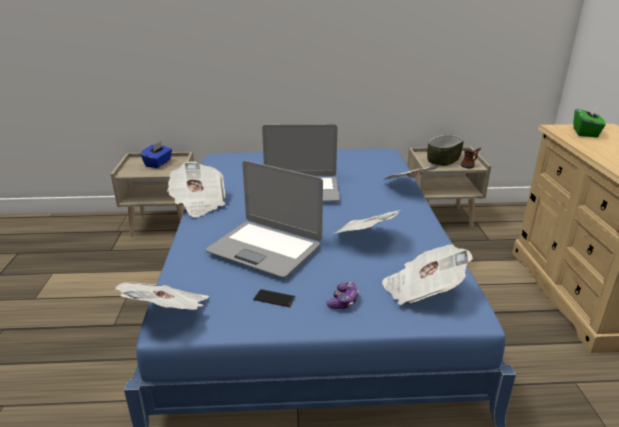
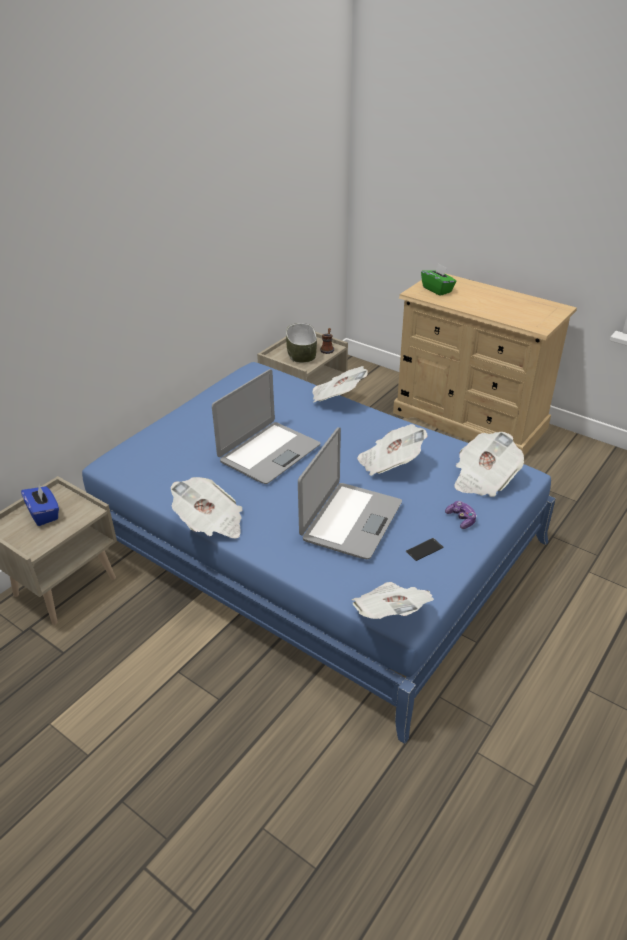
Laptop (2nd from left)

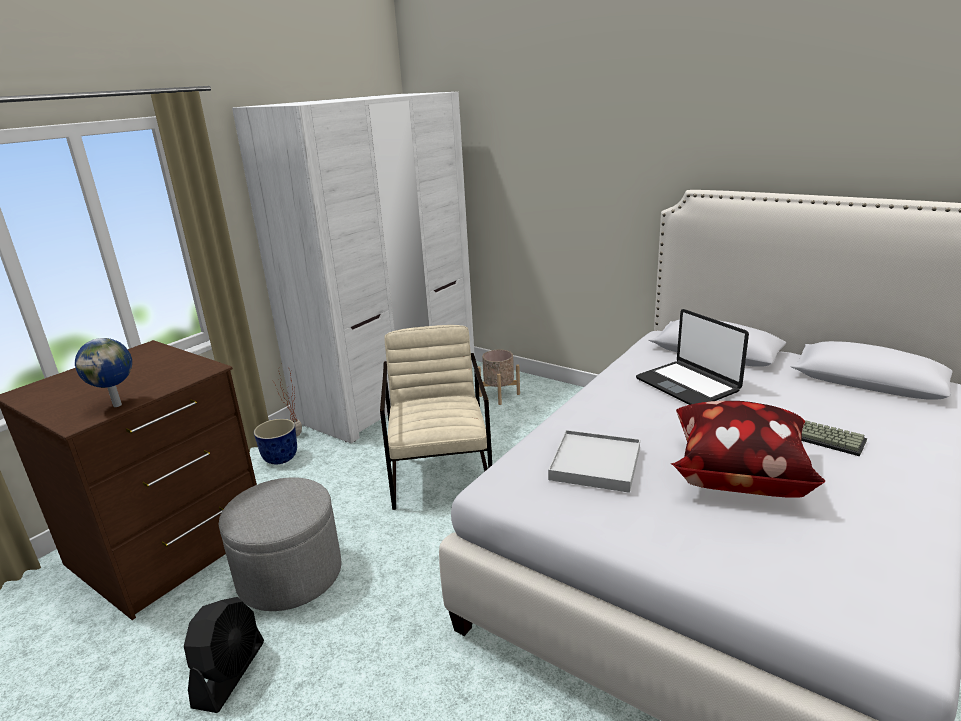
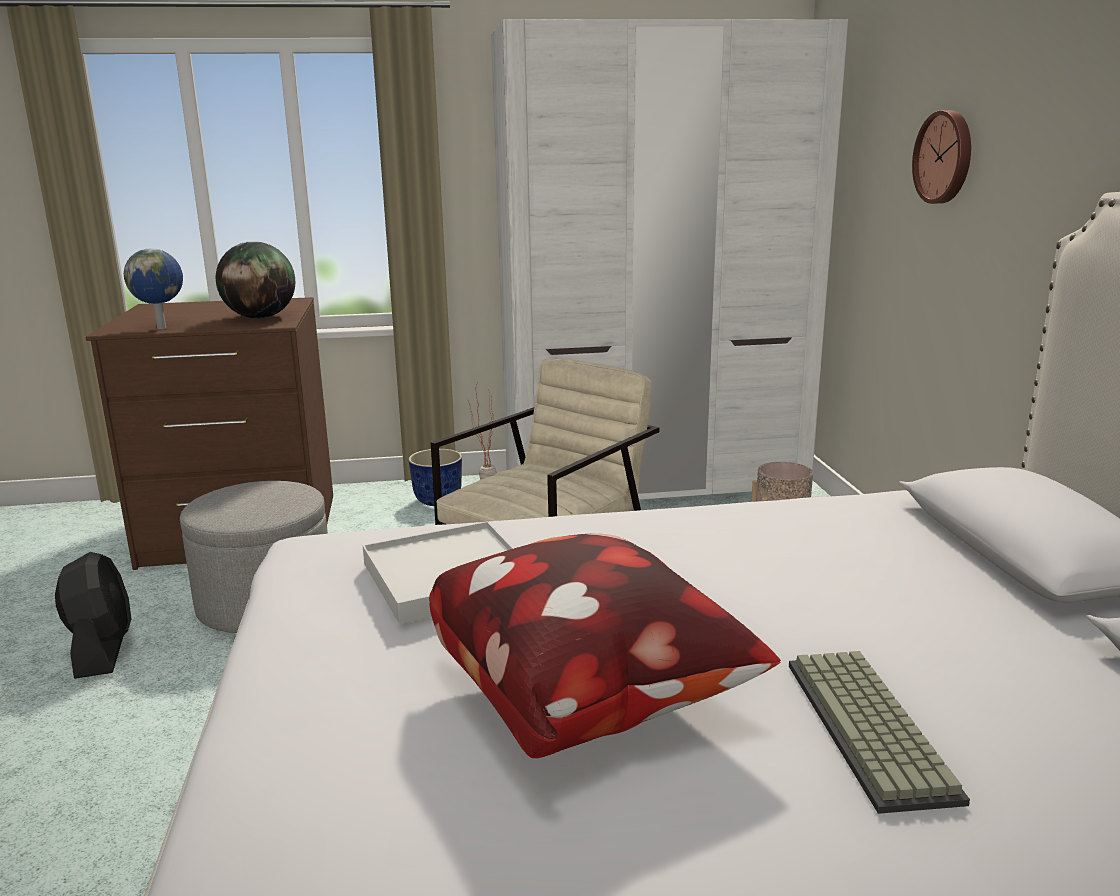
BlackFan
Laptop
Globe (2nd from left)
WallClock

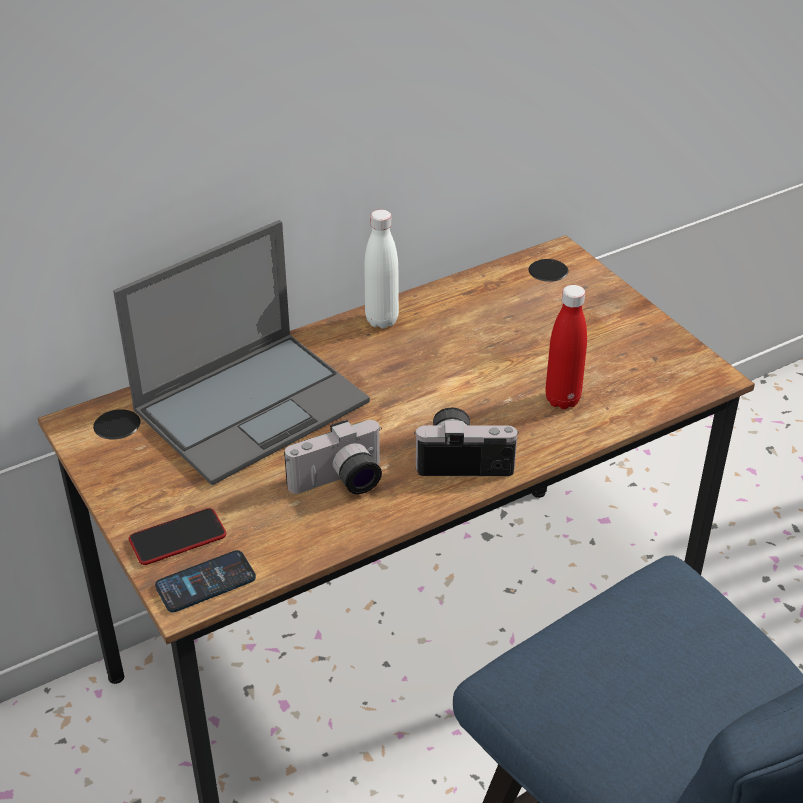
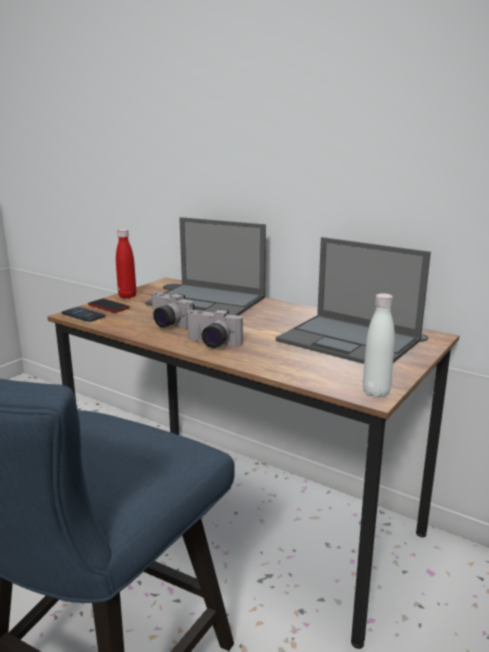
WhiteBottle
PhotoCamera (2nd from left)
RedBottle
Laptop (2nd from left)

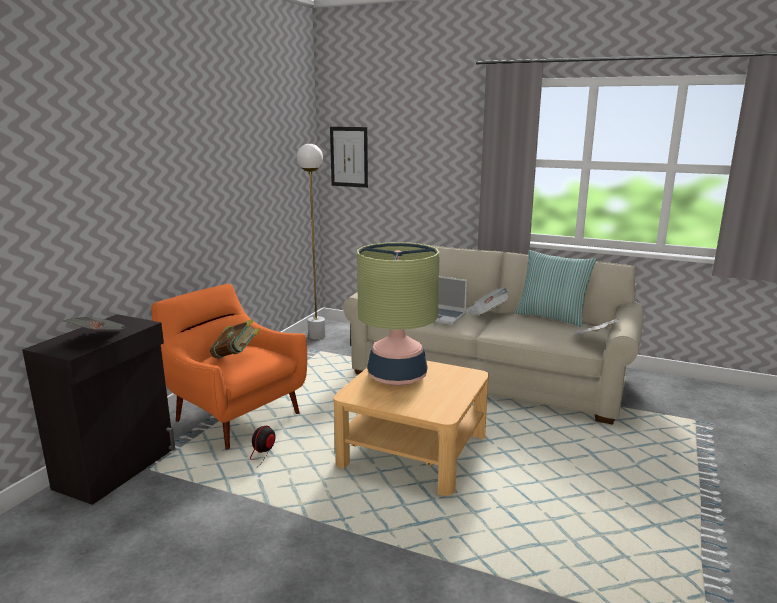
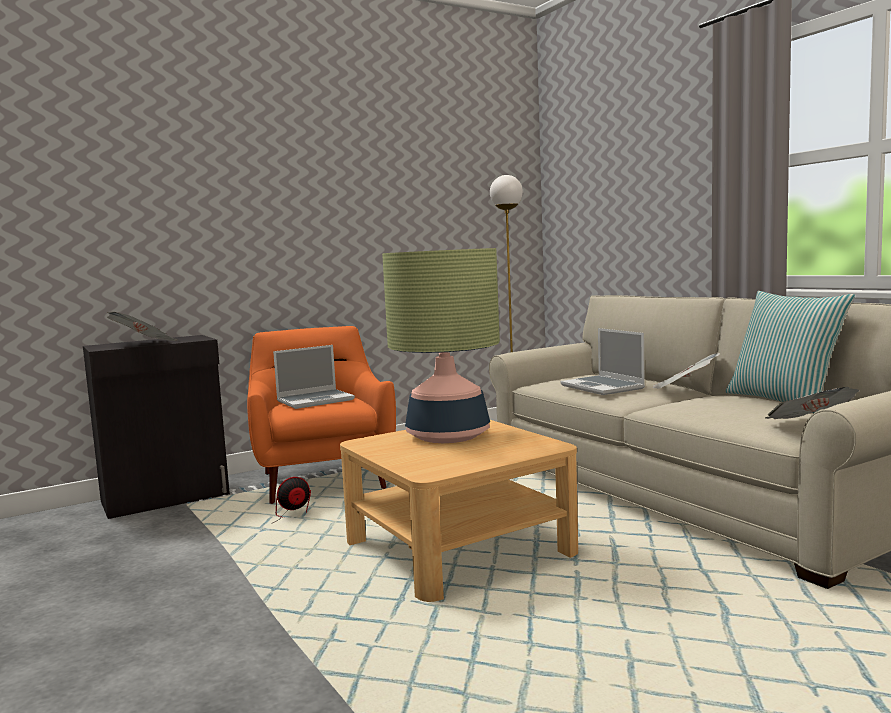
Laptop (1st from left)
Picture

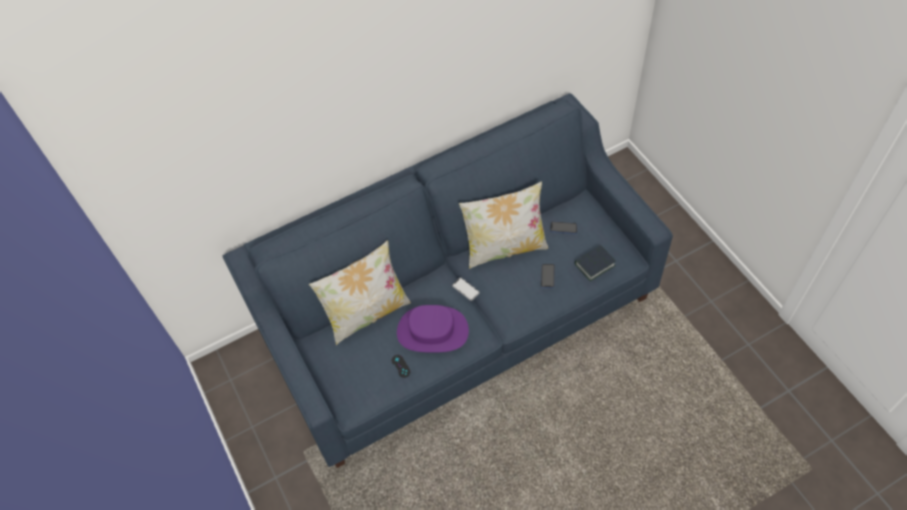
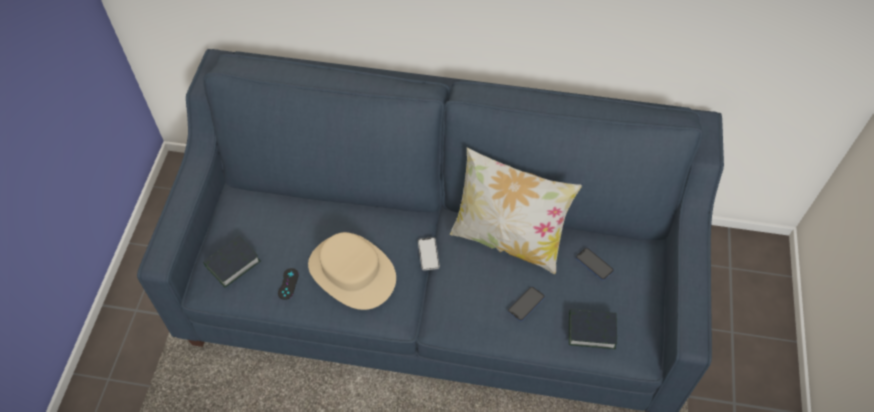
Pillow (1st from left in the first image)
BeigeHat
Book (1st from left)

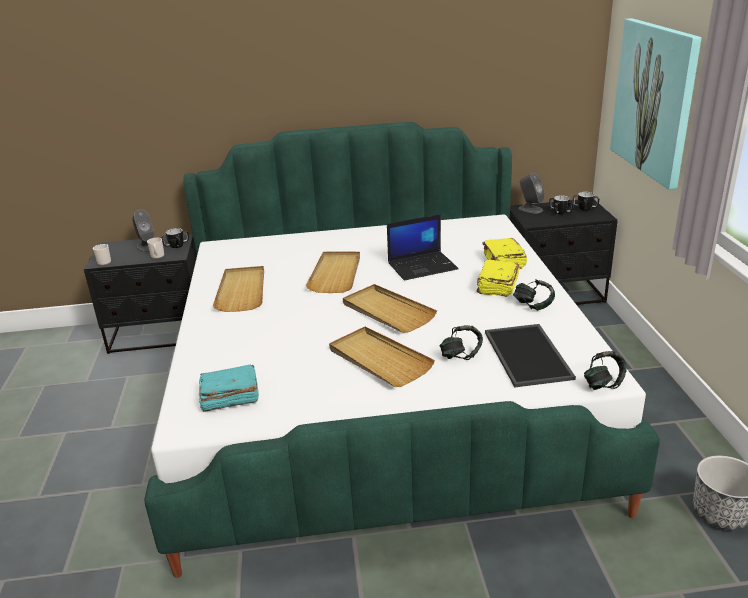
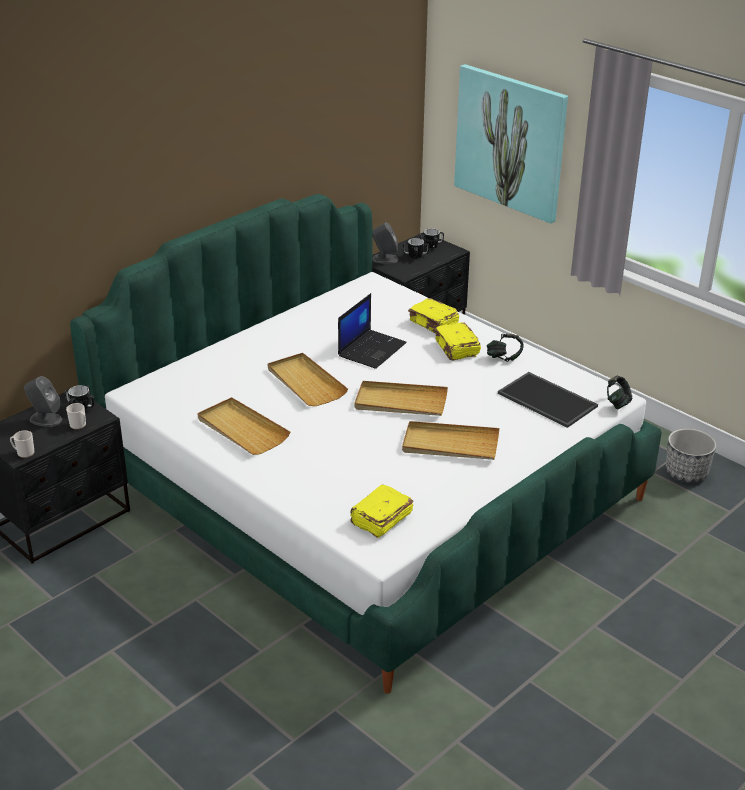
YellowBook (1st from left)
Headphones (1st from left in the first image)

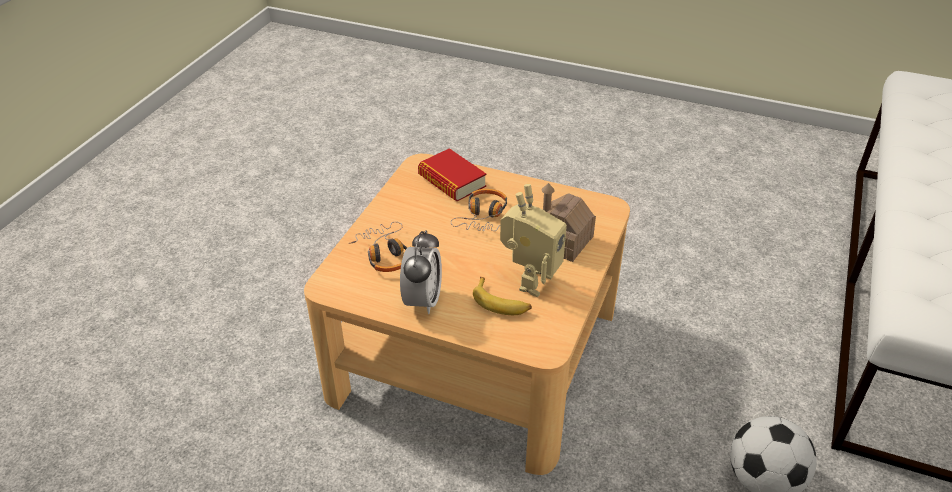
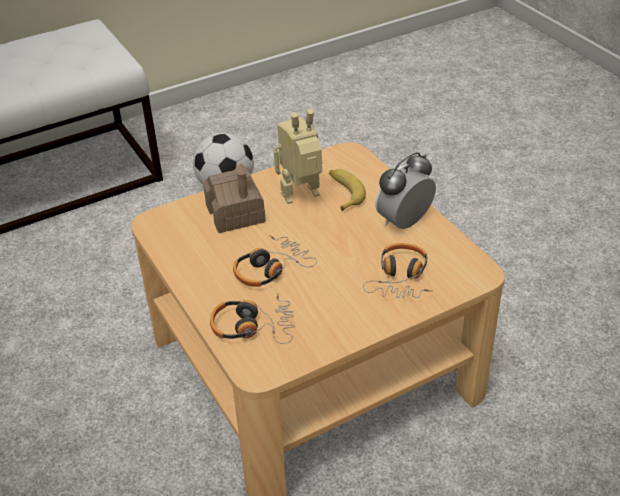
Headphones (1st from left)

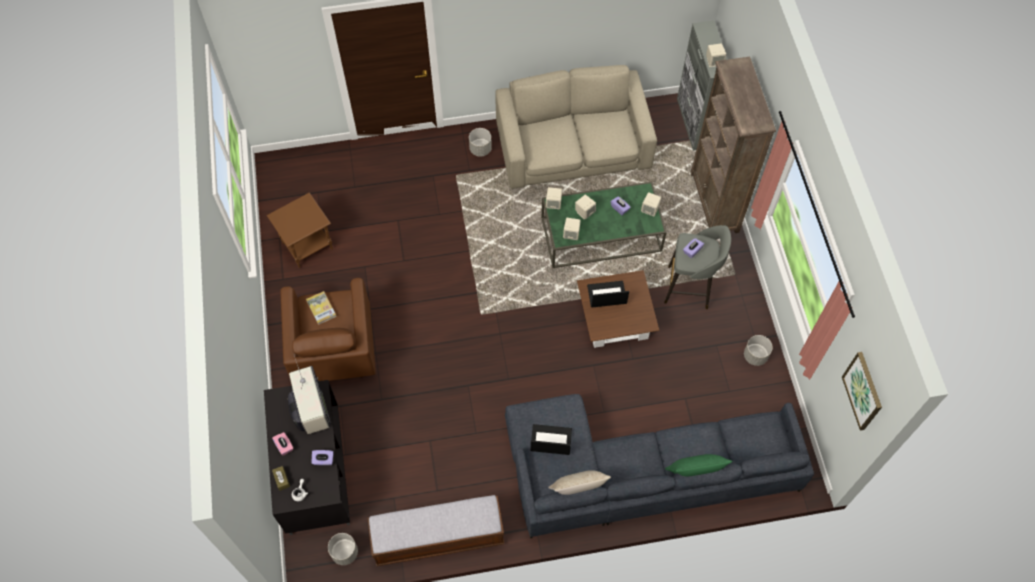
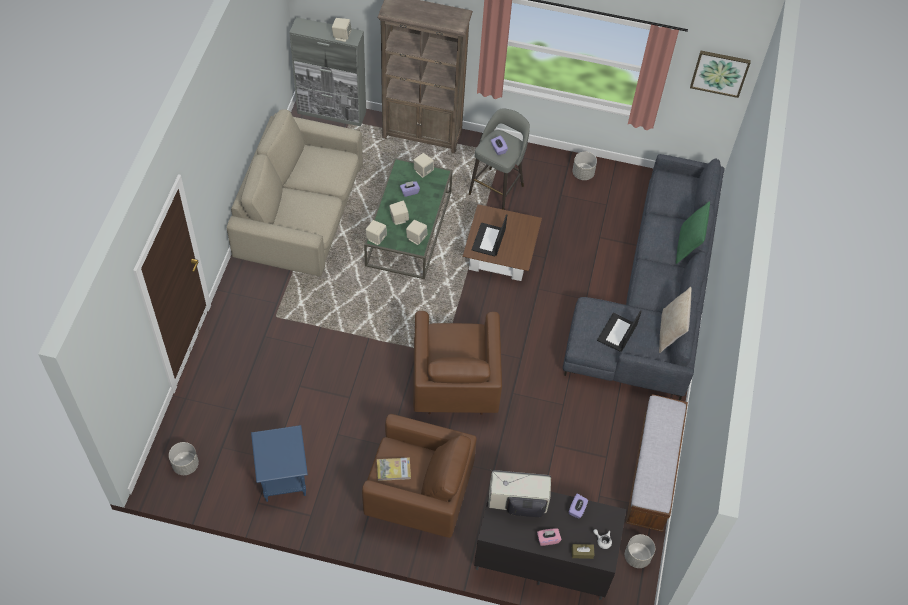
BlueSideTable
GreyPlanter (1st from left)
BrownArmchair (2nd from left)

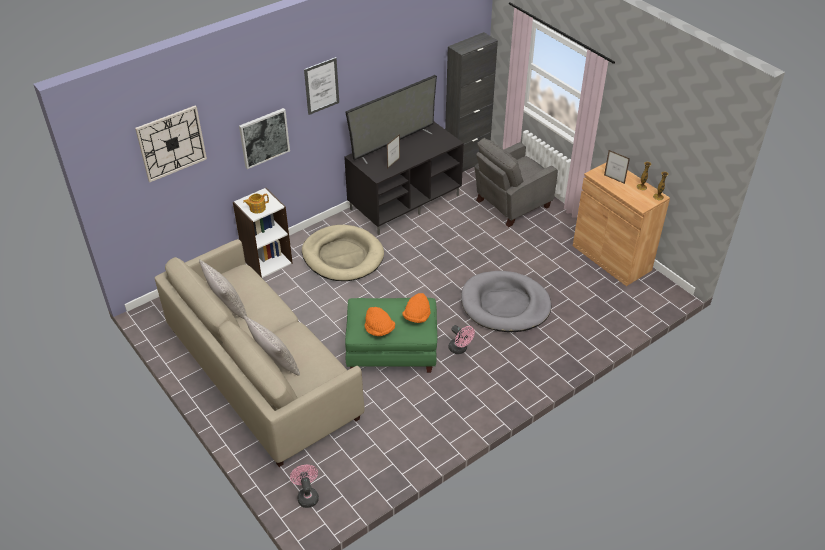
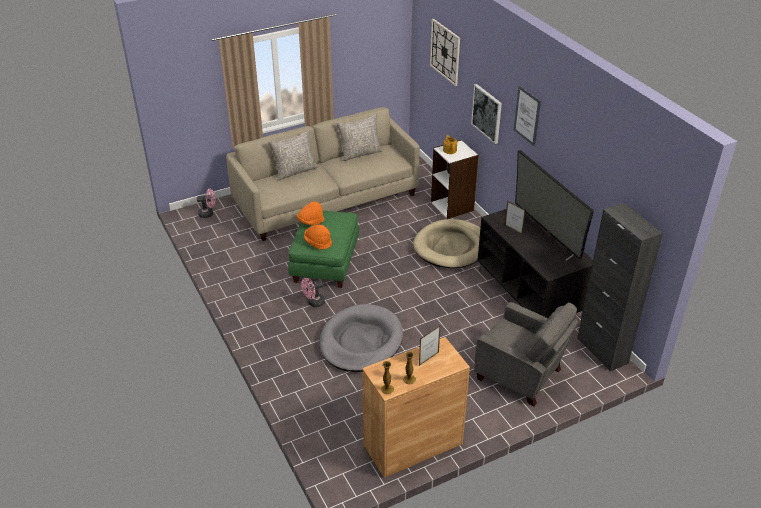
GreyArmchair

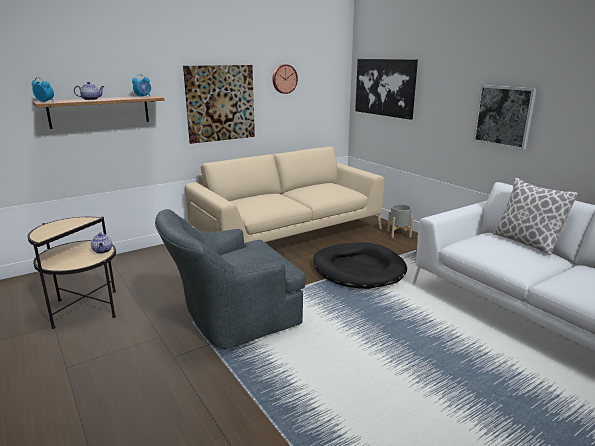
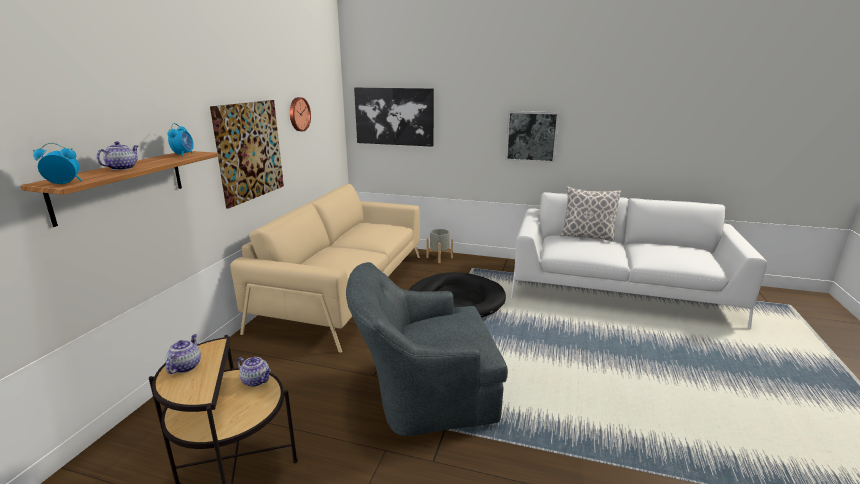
GreyArmchair
Teapot (2nd from left)

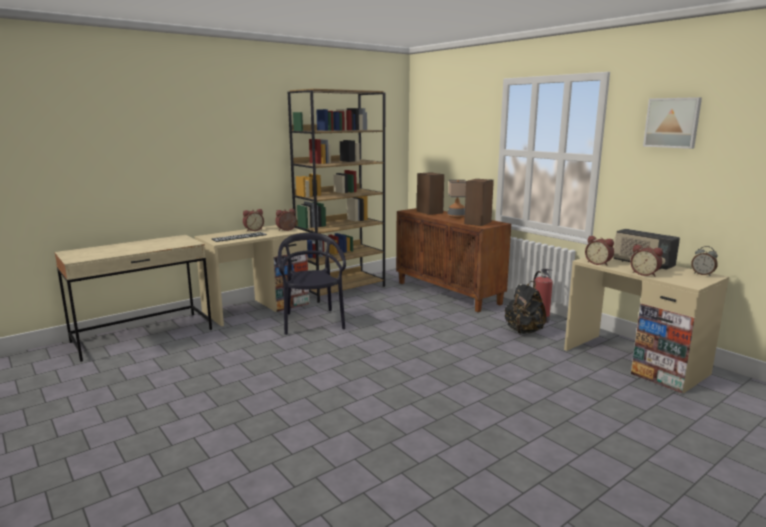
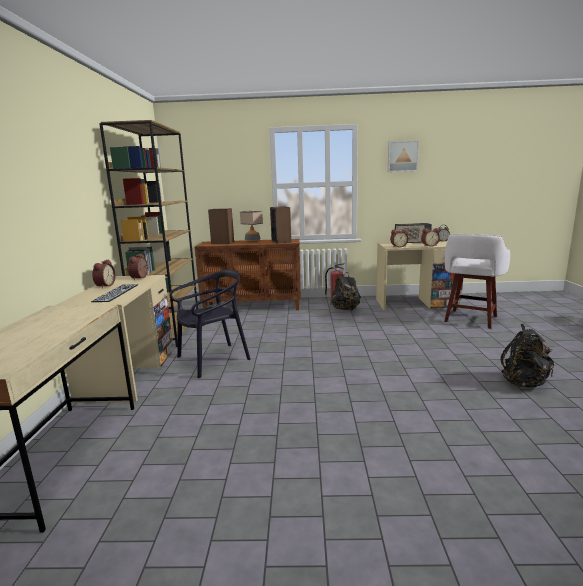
BlackChair
WhiteStool
BlackBackpack (2nd from left)

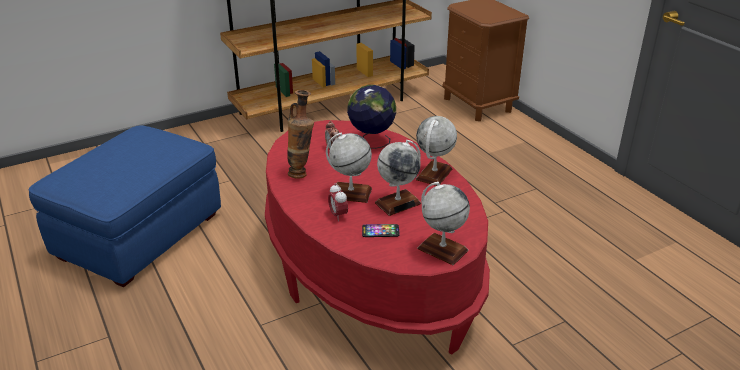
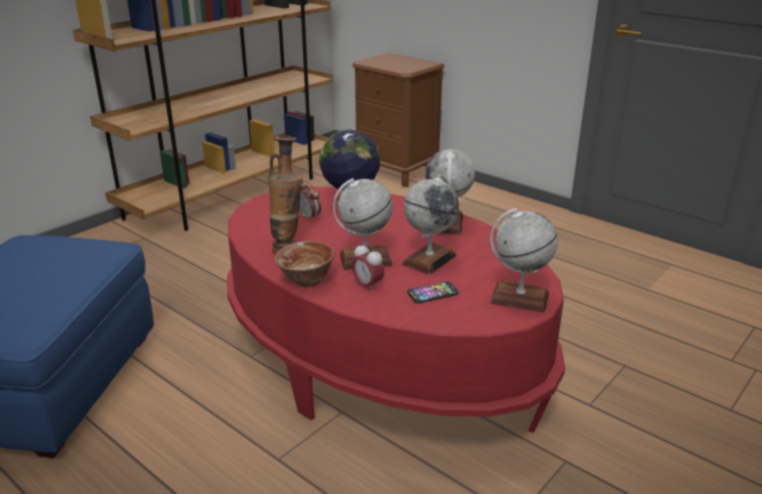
Bowl

